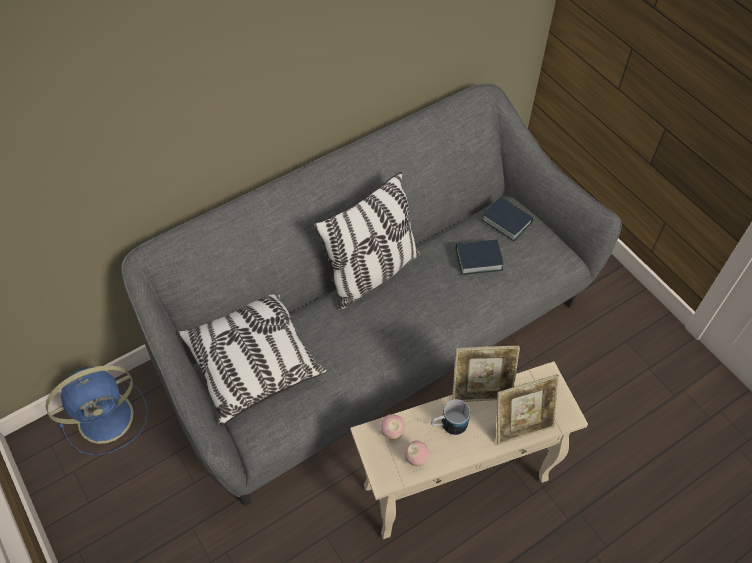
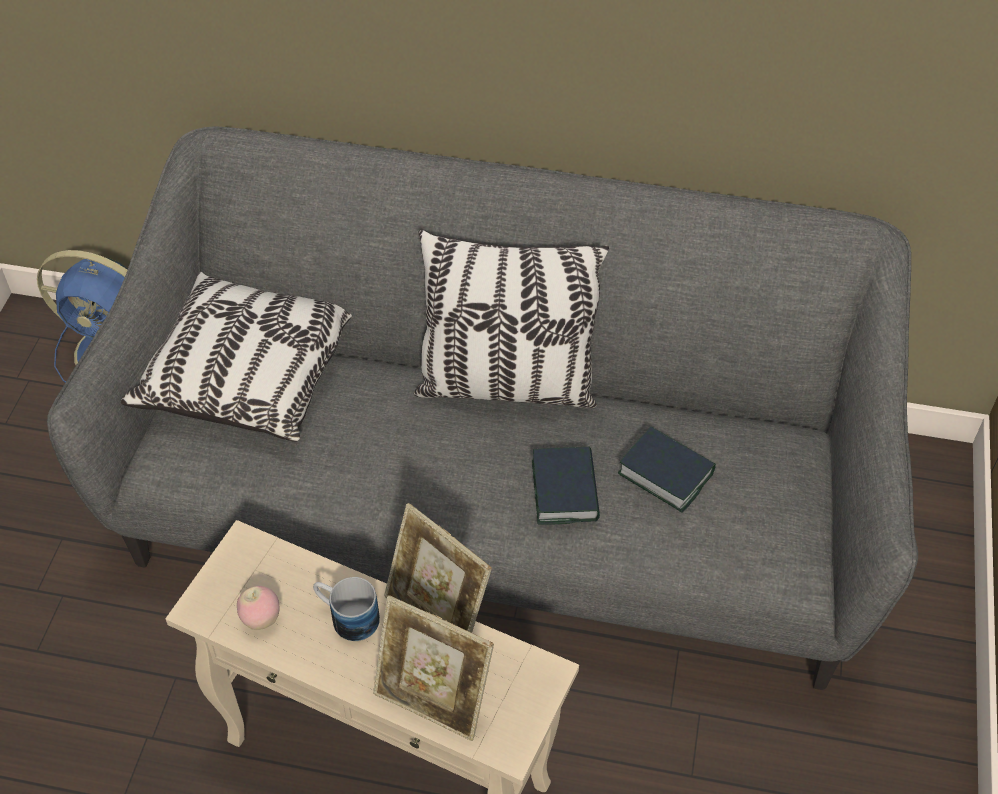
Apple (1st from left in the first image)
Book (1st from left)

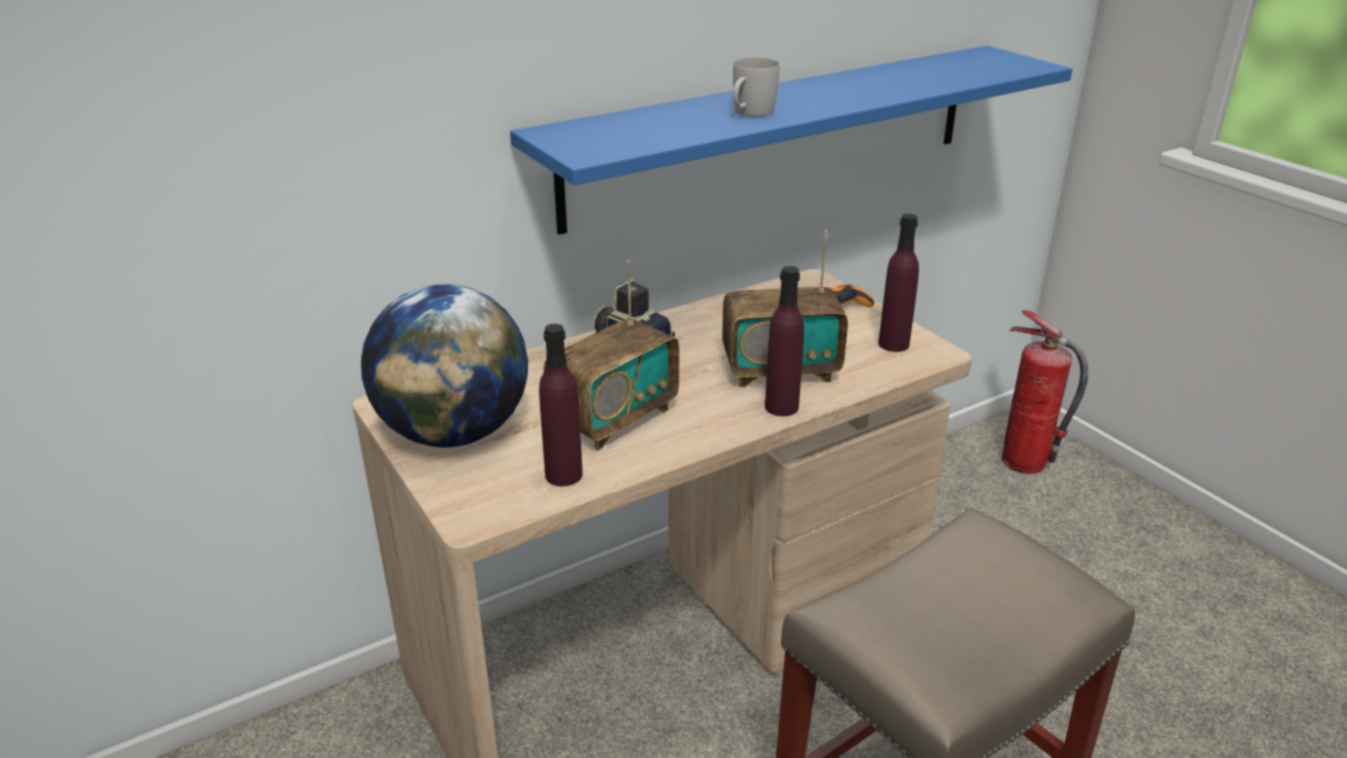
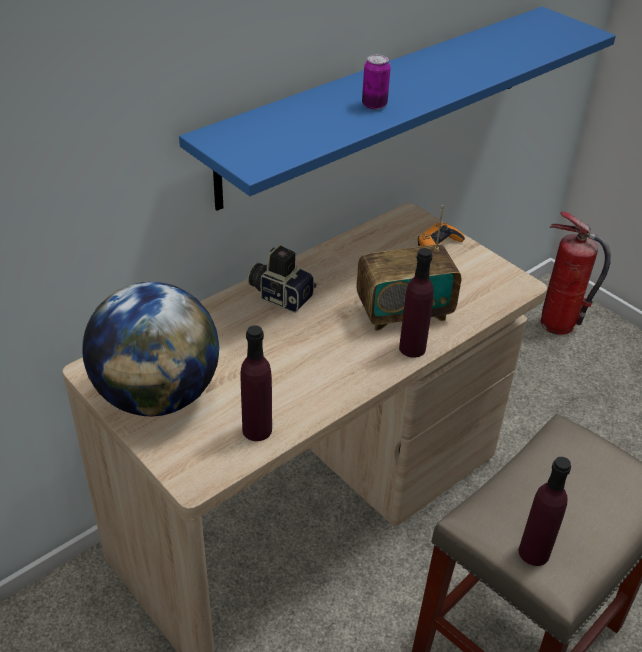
Radio (1st from left in the first image)
Can
PurpleBottle (3rd from left)

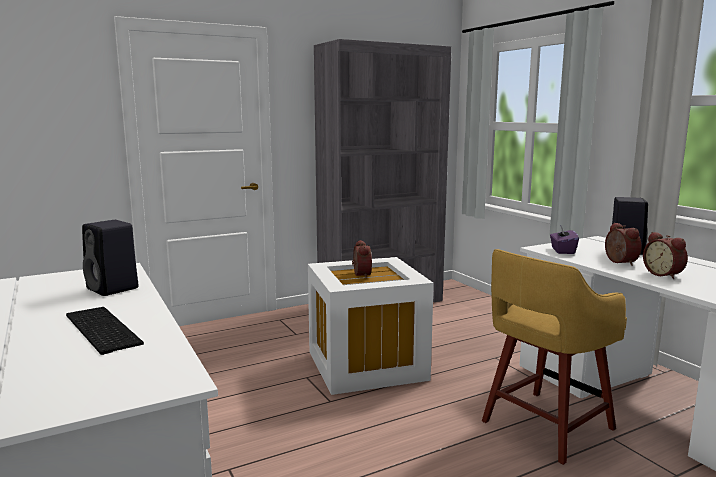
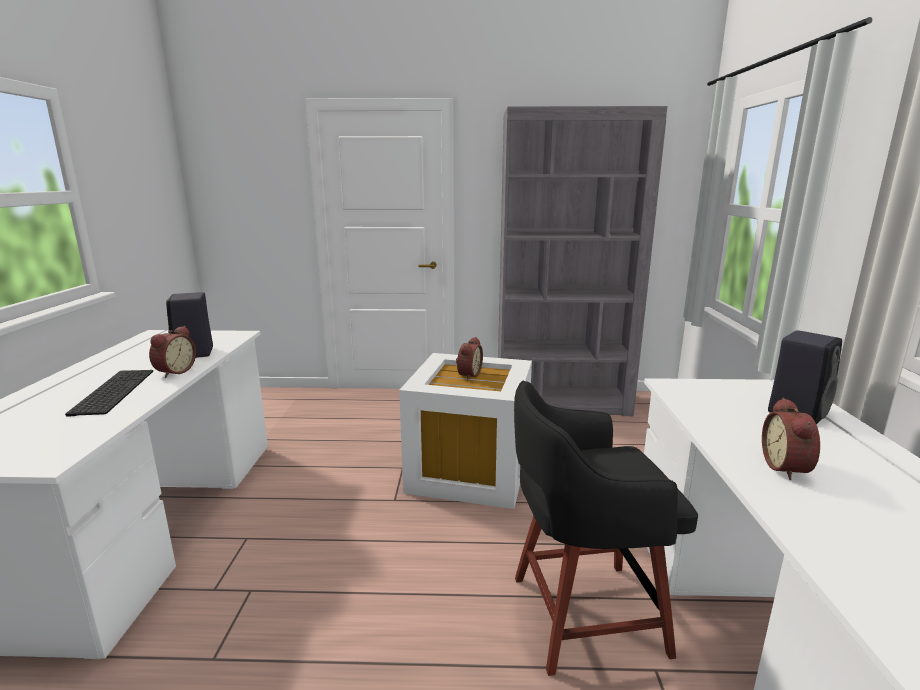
BlackStool
PurpleTissueBox
AlarmClock (1st from left)

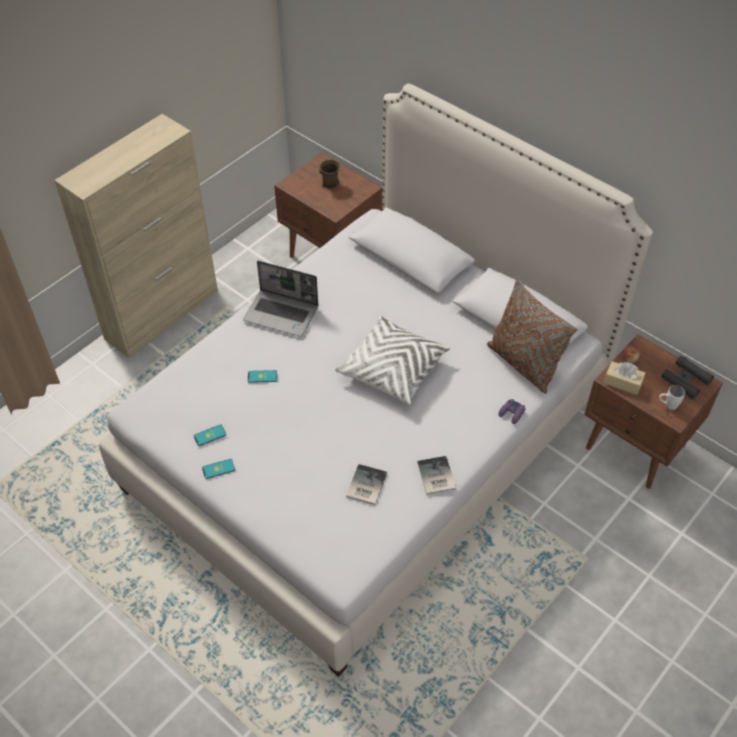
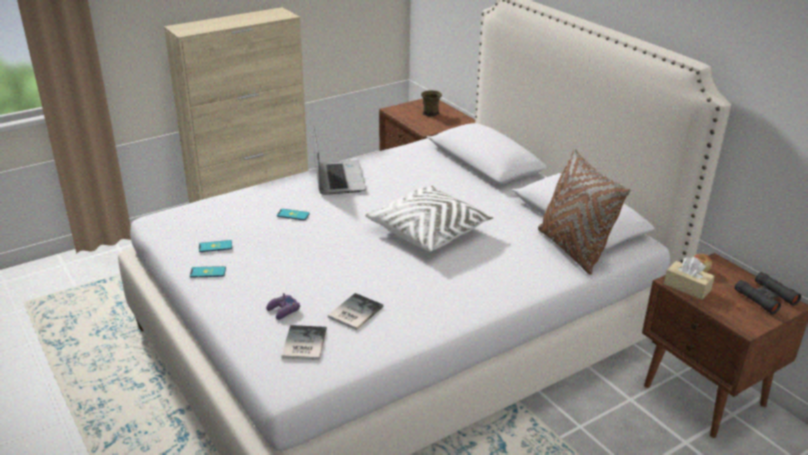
Laptop
Book (1st from left)
PurpleGameController
WhiteMug

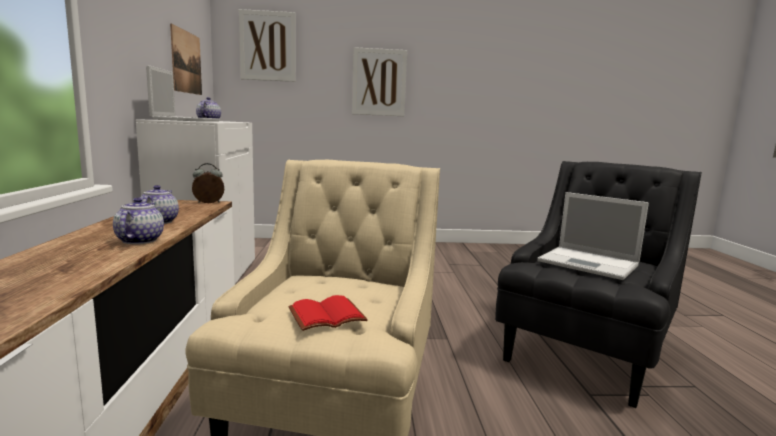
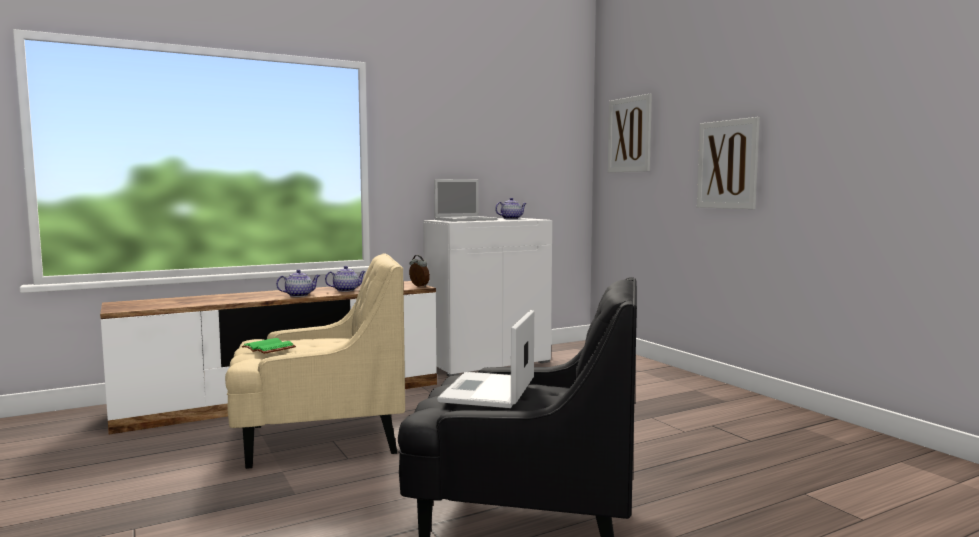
Picture (1st from left in the first image)
GreenBook

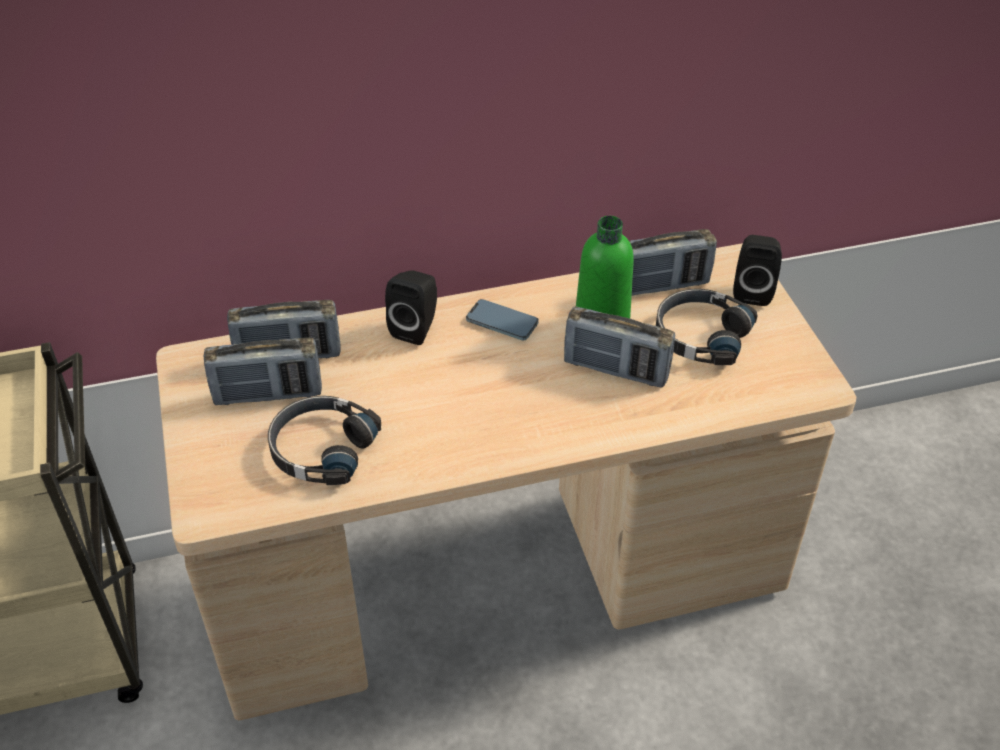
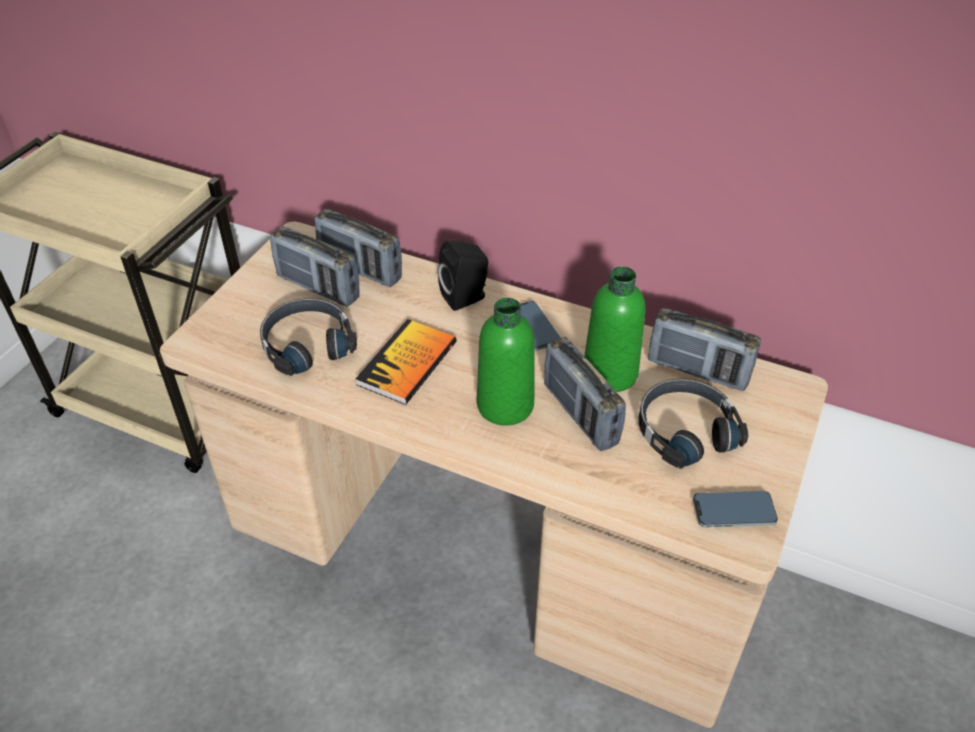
BlackSpeaker (2nd from left in the first image)
Book
GreenBottle (1st from left)
Phone (2nd from left)

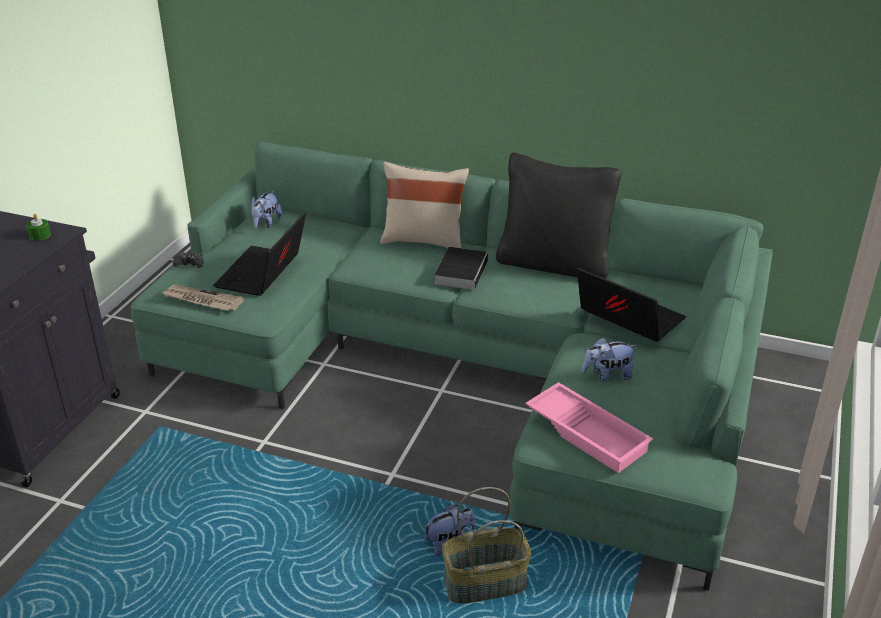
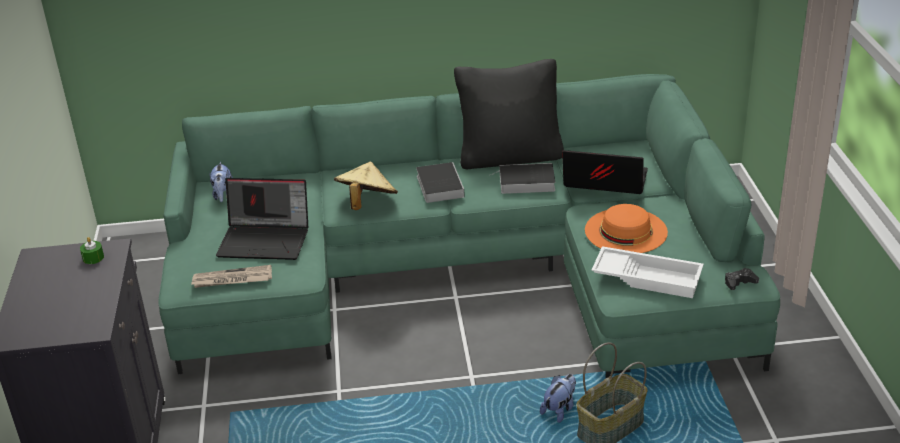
BlackGameController
Laptop (1st from left)
BeigePillow
WhiteTray
OrangeHat
BeigeHat
Book (2nd from left)

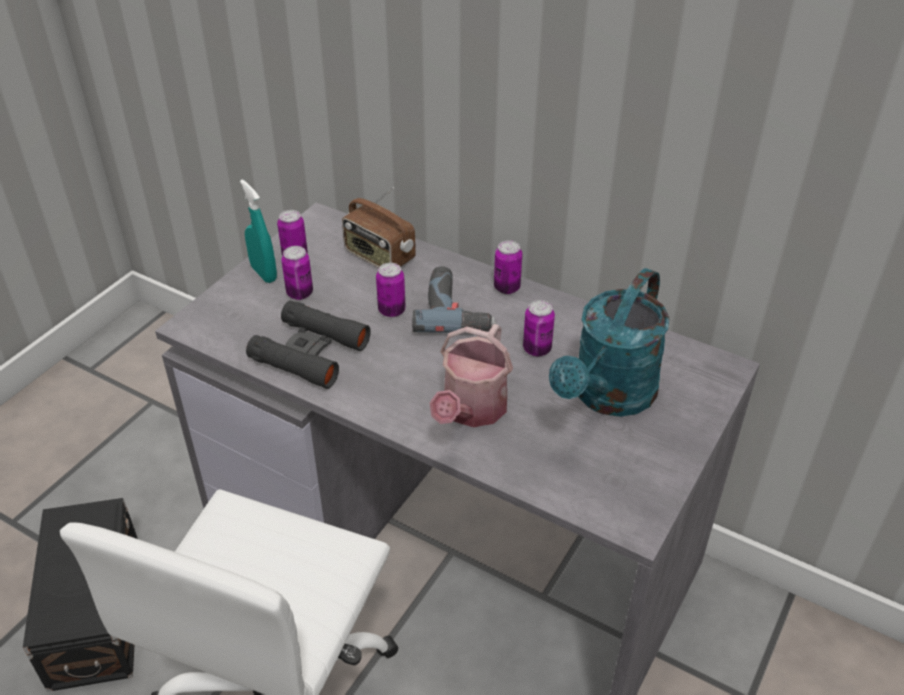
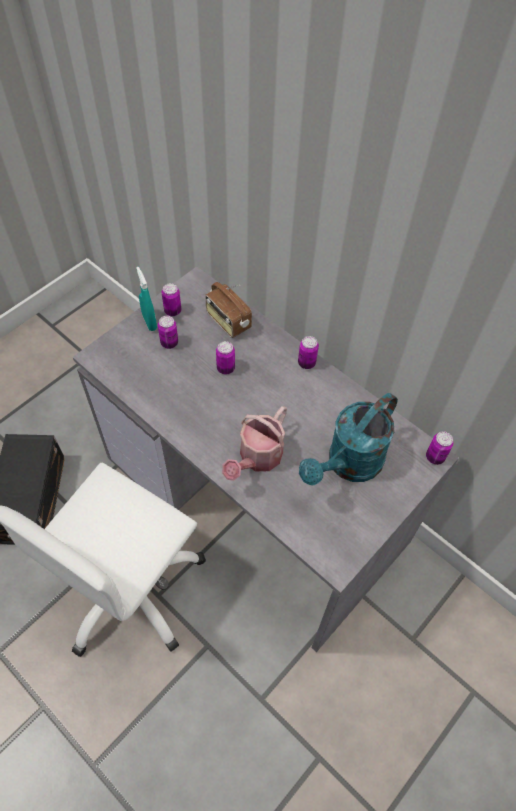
BlackBinoculars
PowerDrill
Can (5th from left)

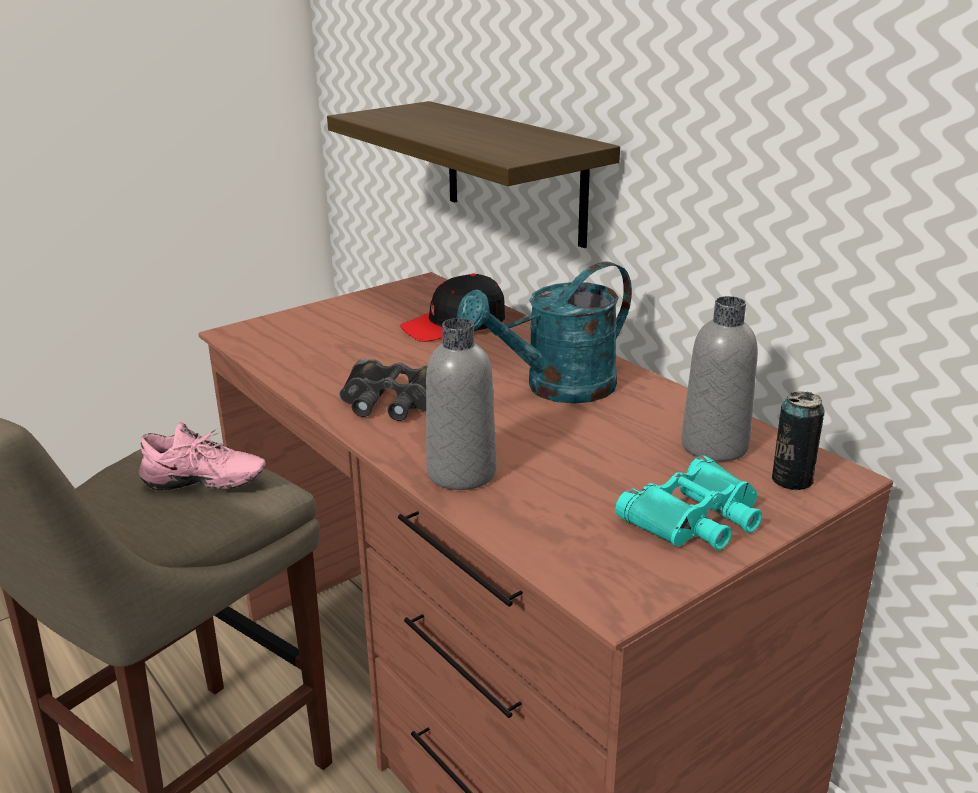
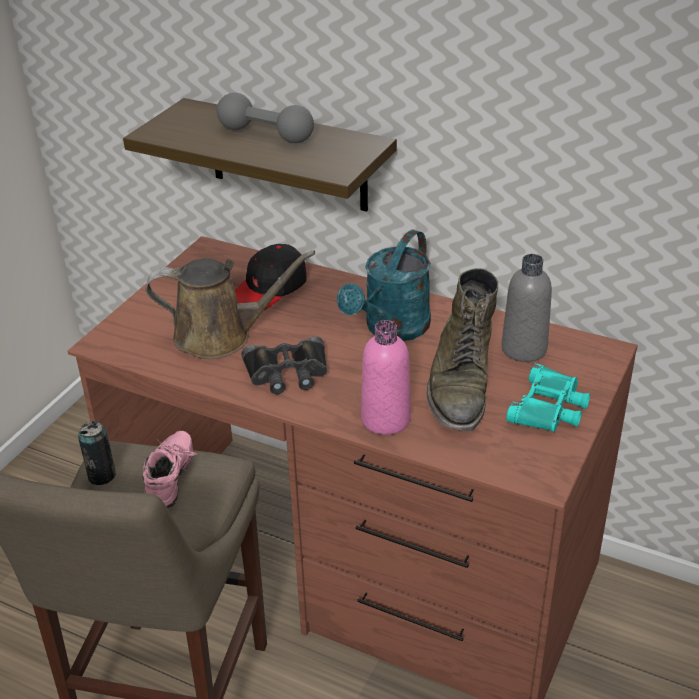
PinkShoe
PinkBottle
Can
BrownWateringCan
GreyDumbbell
GreenBoot

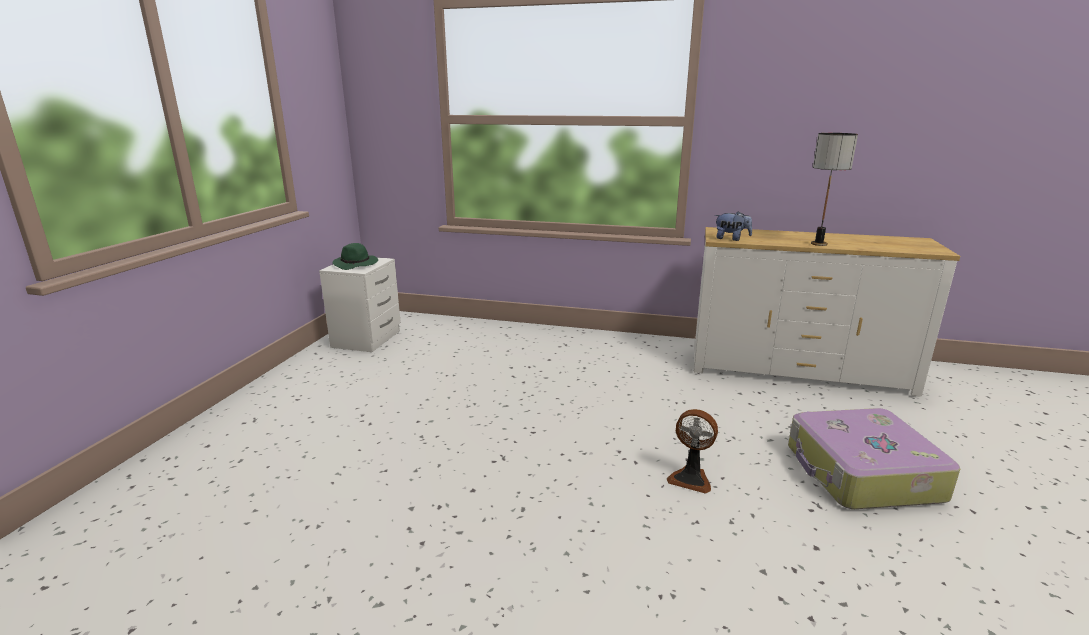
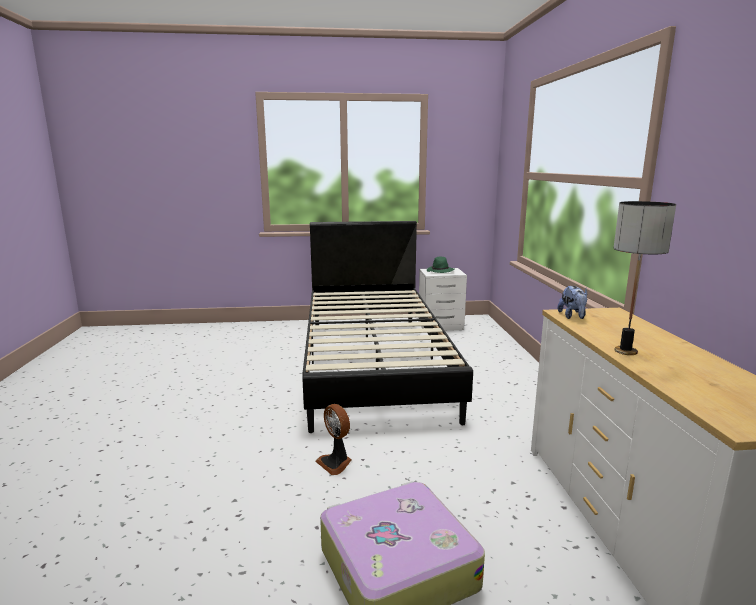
Fan
BlackBed

